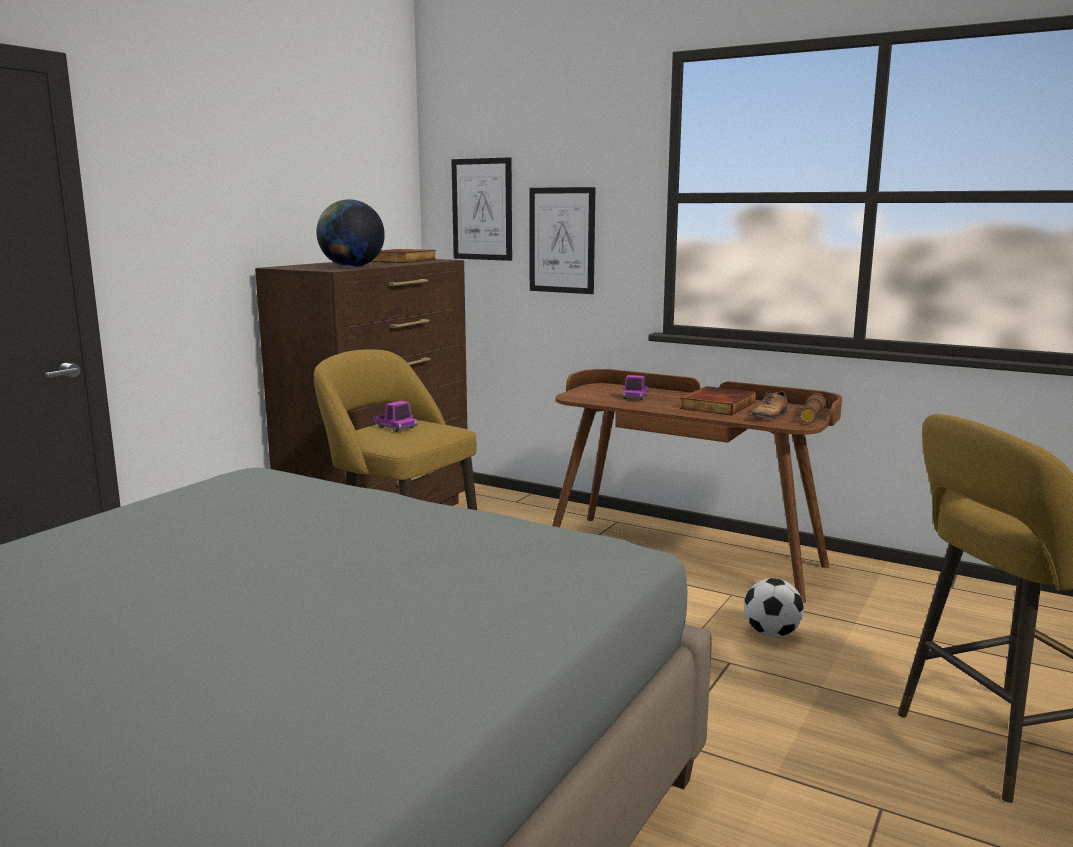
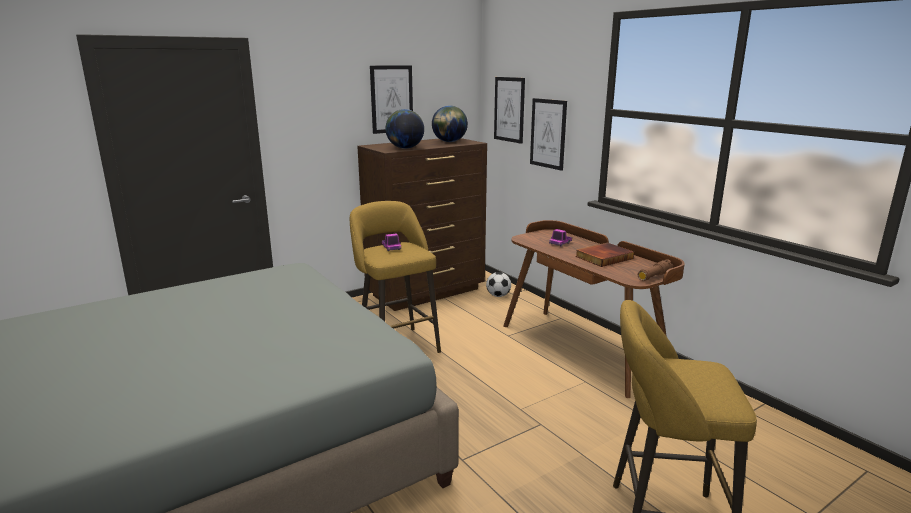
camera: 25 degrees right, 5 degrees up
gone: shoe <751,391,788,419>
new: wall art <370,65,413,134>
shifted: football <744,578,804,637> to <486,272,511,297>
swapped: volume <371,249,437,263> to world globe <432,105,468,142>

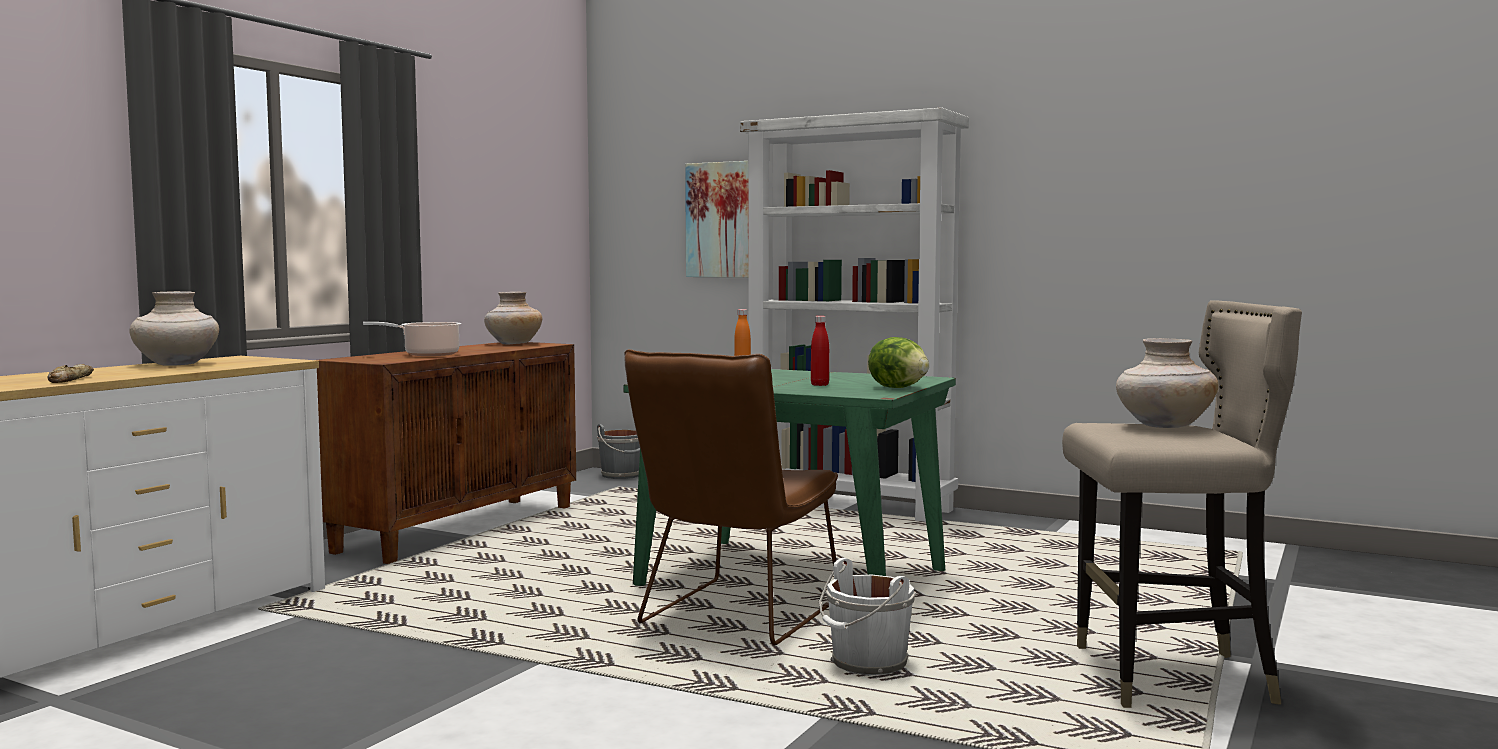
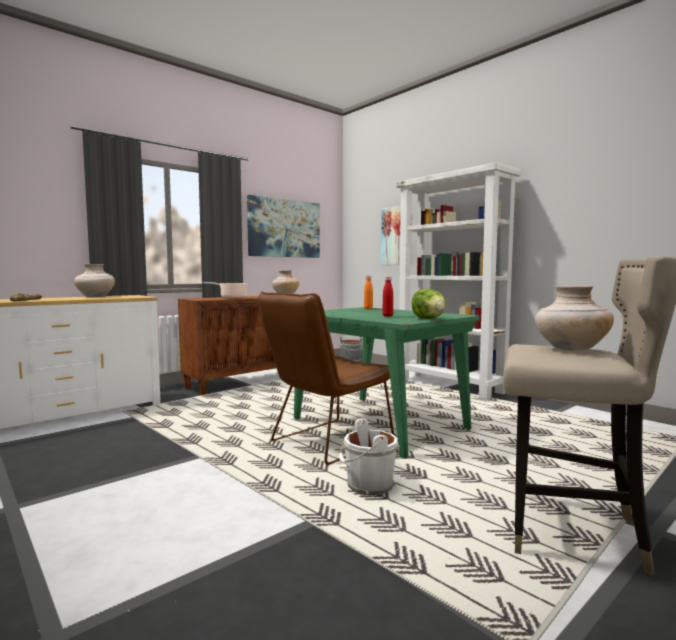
camera: 20 degrees right, 0 degrees up
new: wall art <247,195,320,258>

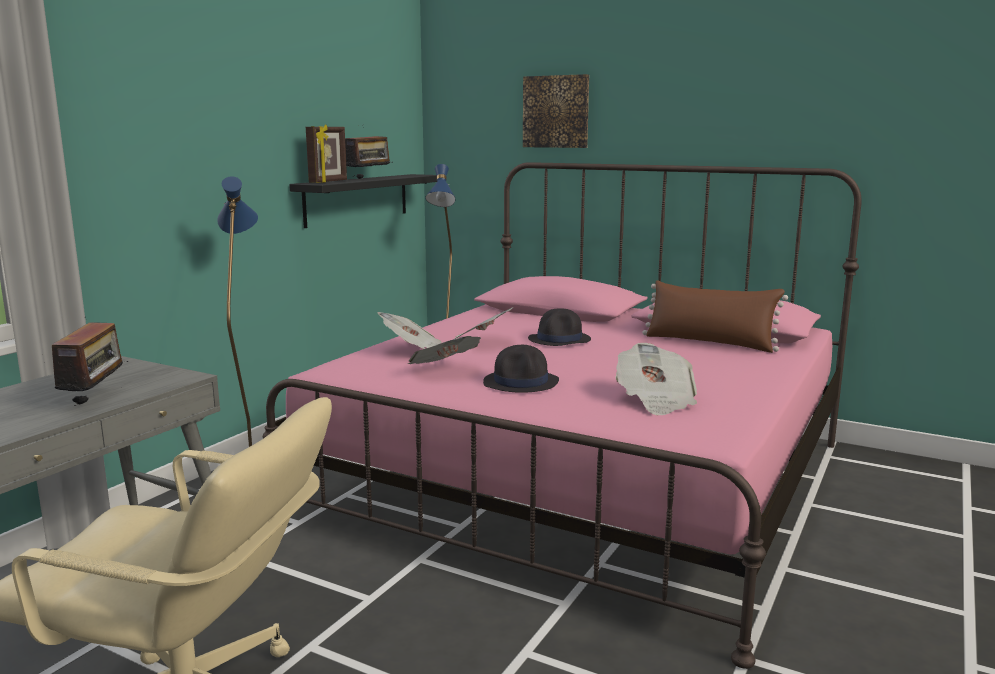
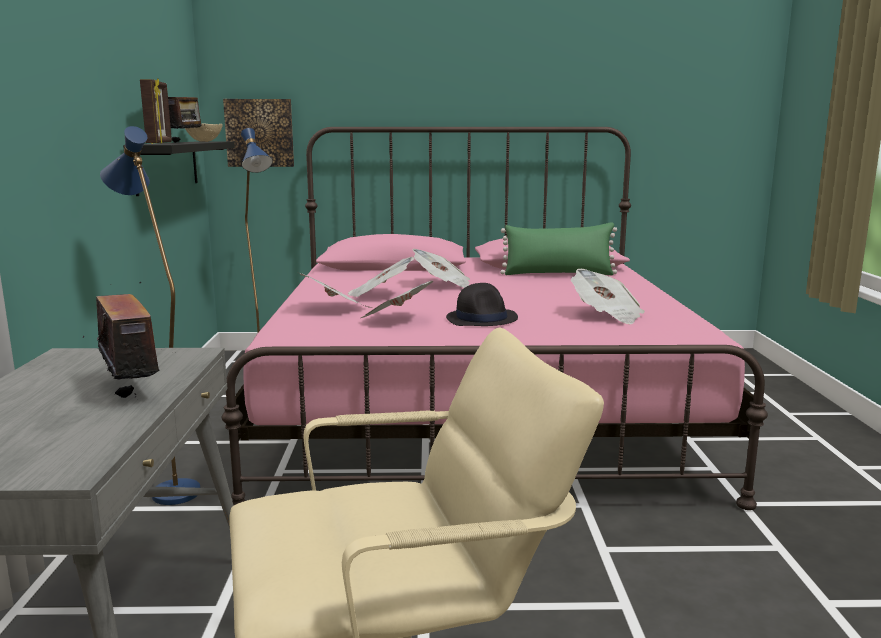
camera: 30 degrees left, 0 degrees up
new: beige-coloured bowl <185,124,223,142>
shifted: wall art <523,74,589,148> to <223,99,294,167>
swapped: black hat <528,308,591,346> to newspaper <412,249,470,288>
repainted: brownish throw pillow <642,280,788,353> to green throw pillow <500,222,617,275>

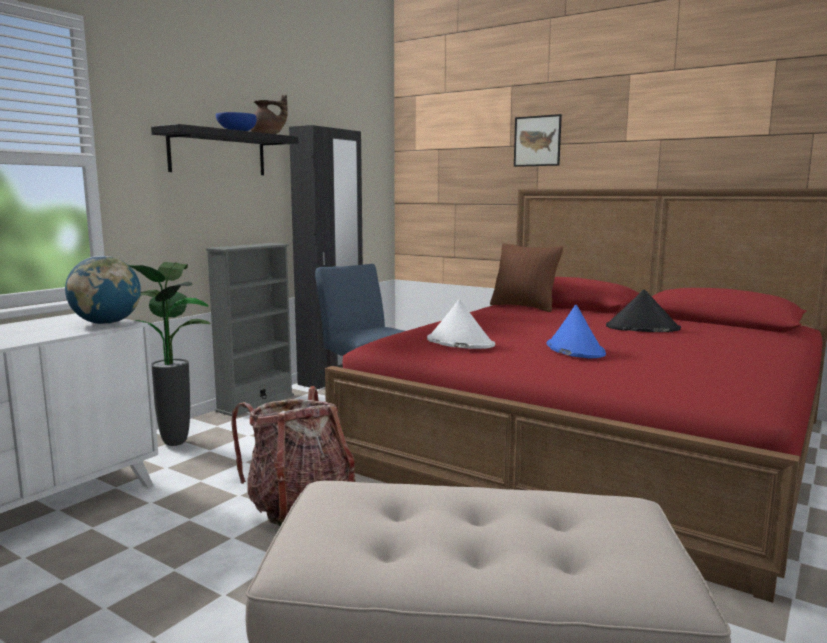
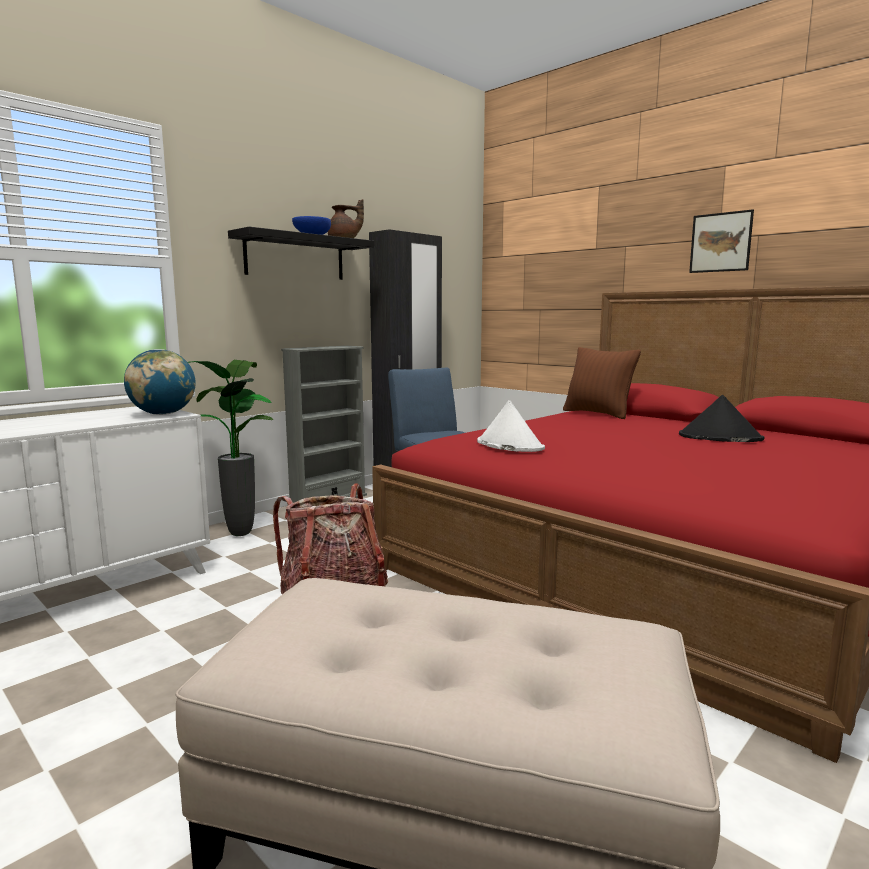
camera: 10 degrees right, 0 degrees up
gone: bluish hat <547,305,606,358>
shifted: wall art <514,114,562,167> to <689,209,754,273>

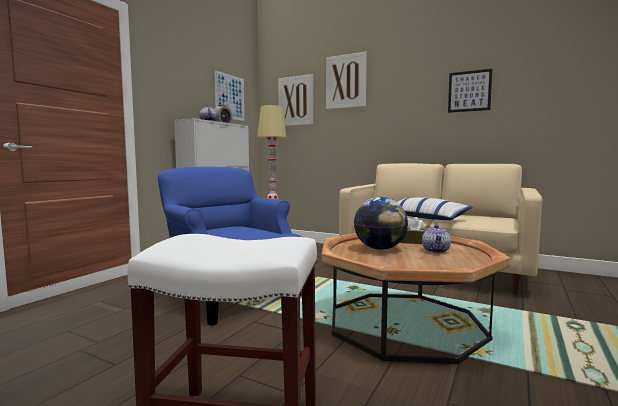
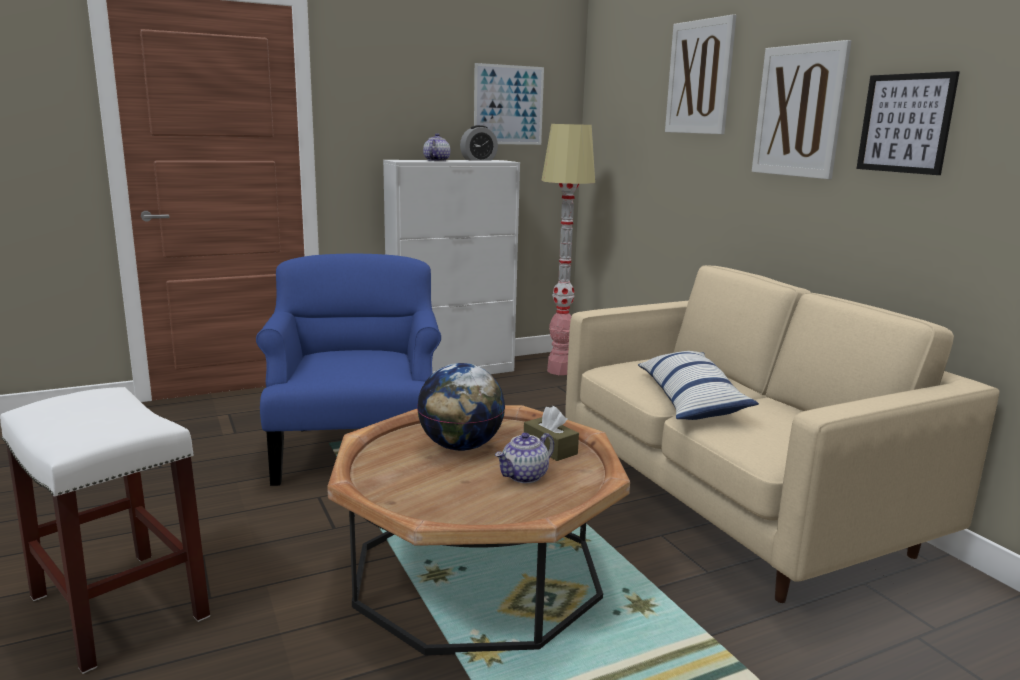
camera: 35 degrees right, 10 degrees up
shifted: wall art <278,74,313,126> to <752,40,851,179>

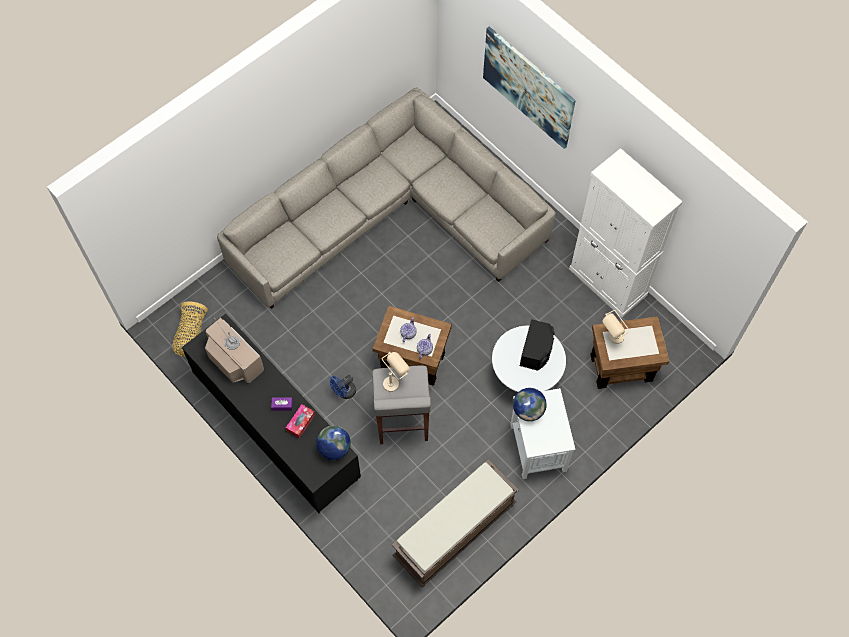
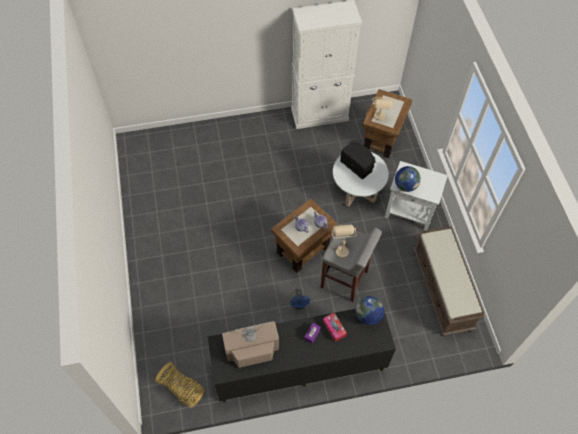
camera: 60 degrees left, 5 degrees down
gone: greyish couch <217,87,556,309>; wall art <483,26,576,149>

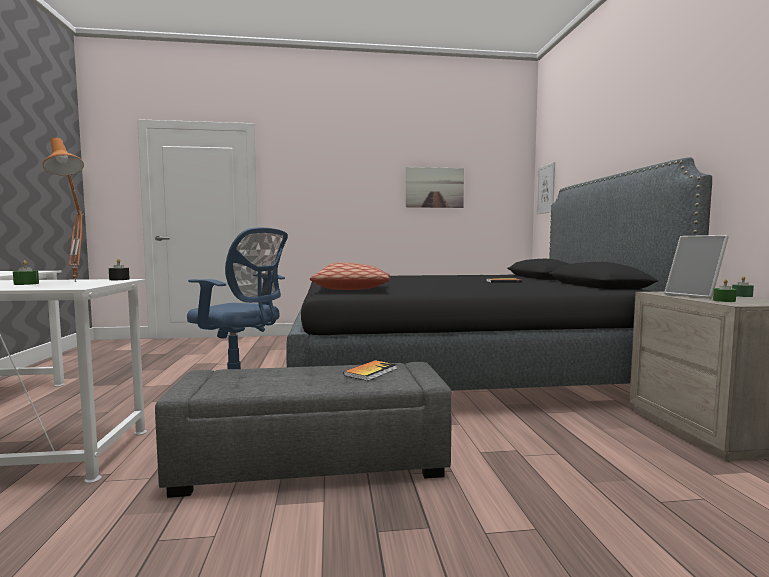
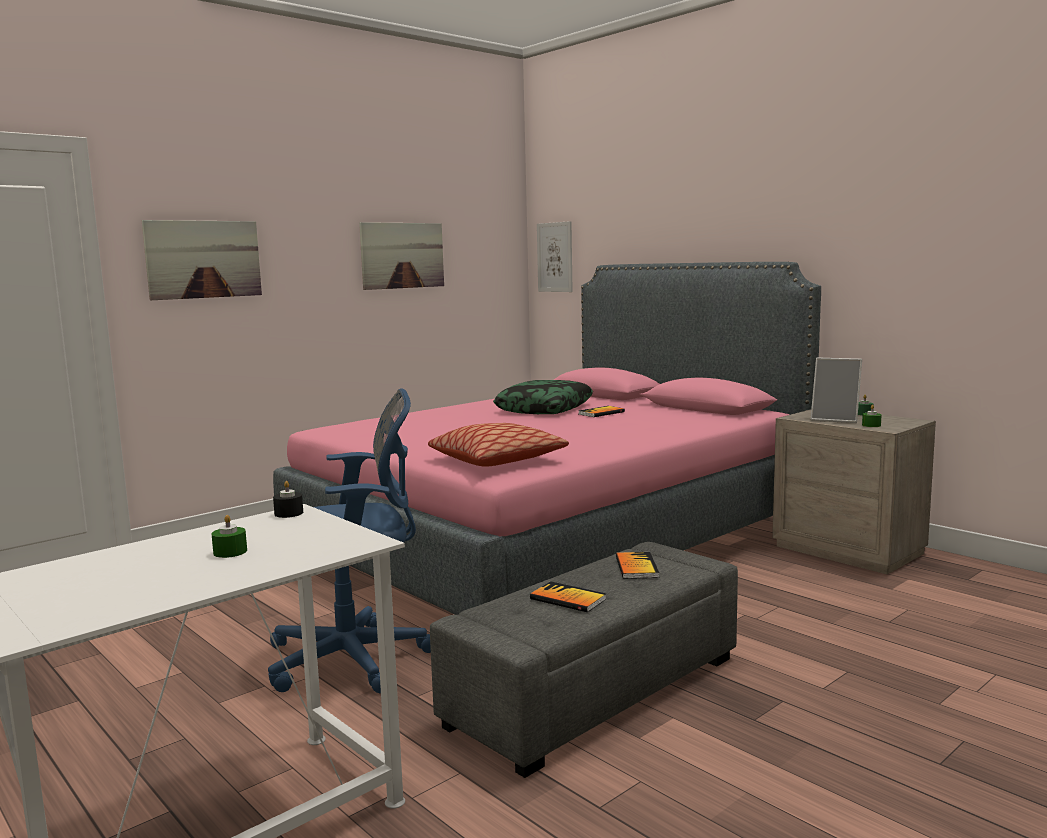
camera: 35 degrees left, 5 degrees up
gone: orange tabletop lamp <43,138,84,282>
new: wall art <142,220,262,300>; throw pillow <493,380,593,414>; volume <530,581,606,612>
repainted: black bedroom bed <286,157,712,391> to pink-coloured bedroom bed <273,262,821,615>

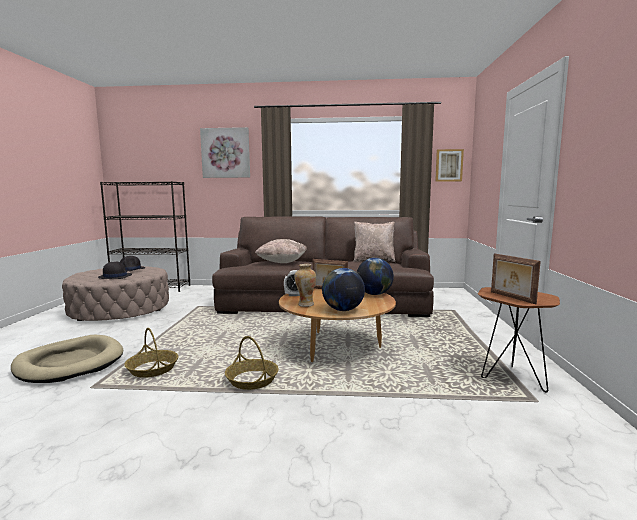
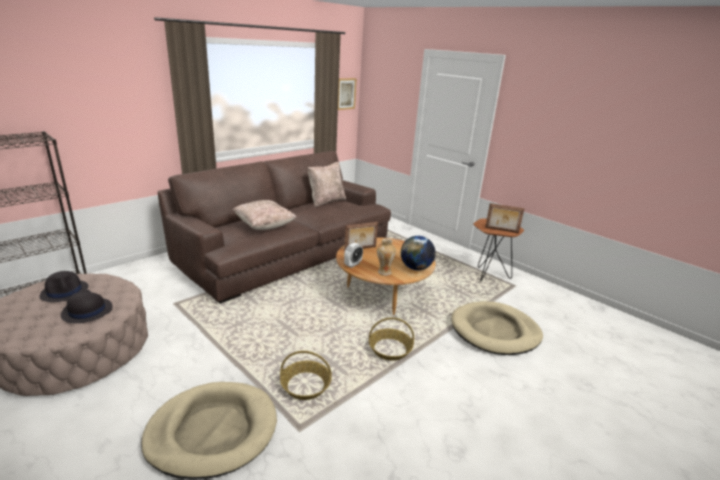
camera: 50 degrees left, 15 degrees up
gone: wall art <200,127,250,178>; world globe <357,258,394,295>
new: beige-coloured pet bed <451,301,543,355>

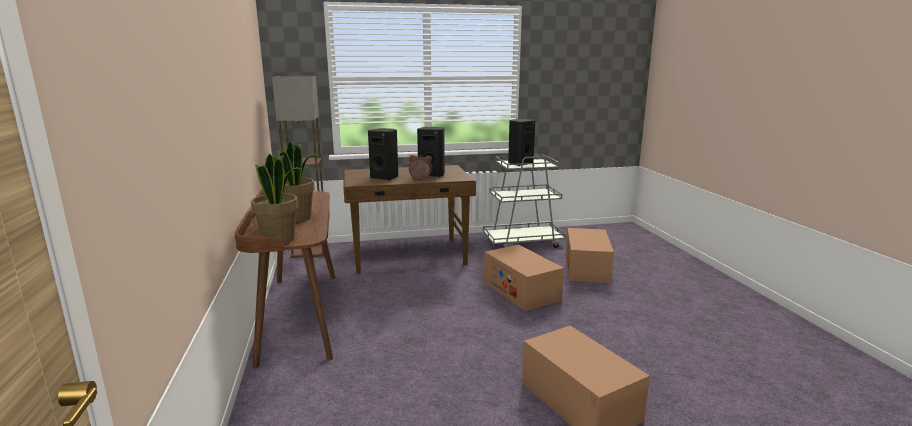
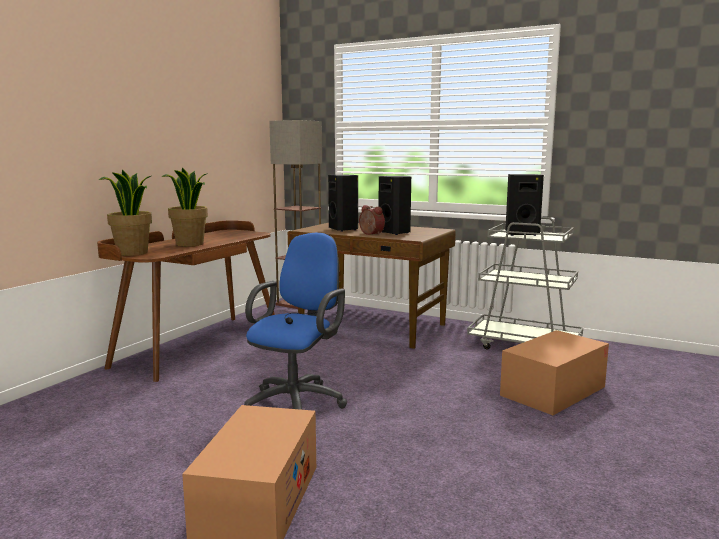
camera: 40 degrees right, 5 degrees down
gone: packing box <484,245,564,311>
new: bluish desk chair <244,233,347,410>

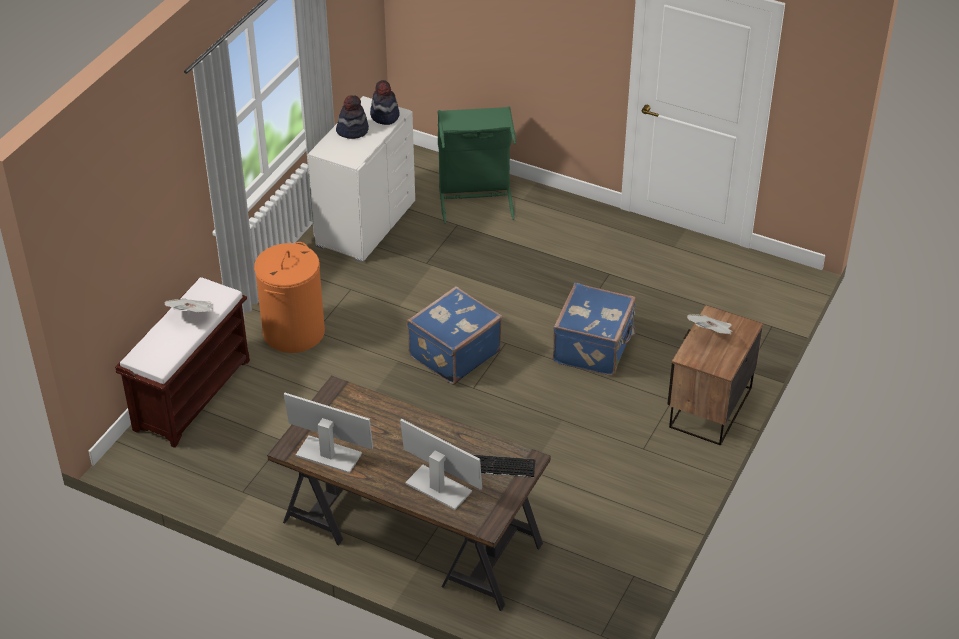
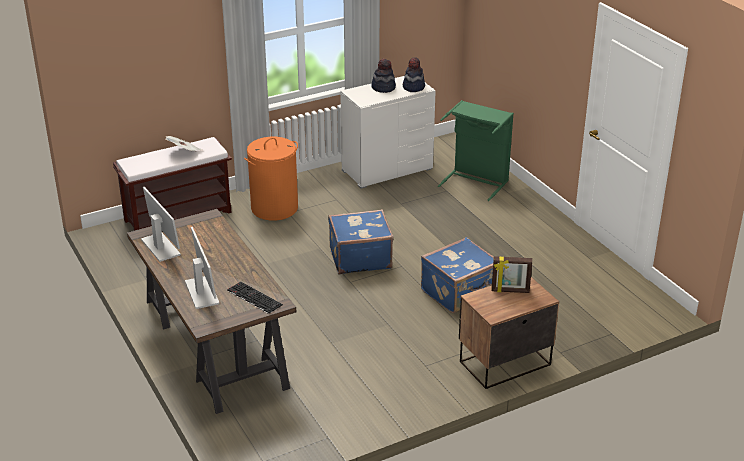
camera: 35 degrees right, 10 degrees down
swapped: newspaper <687,314,732,334> to standing frame <492,256,532,293>

